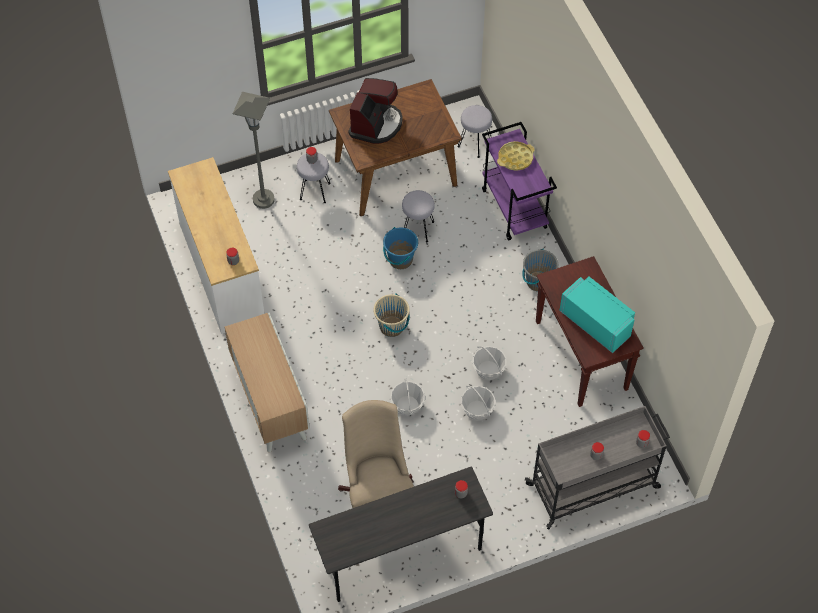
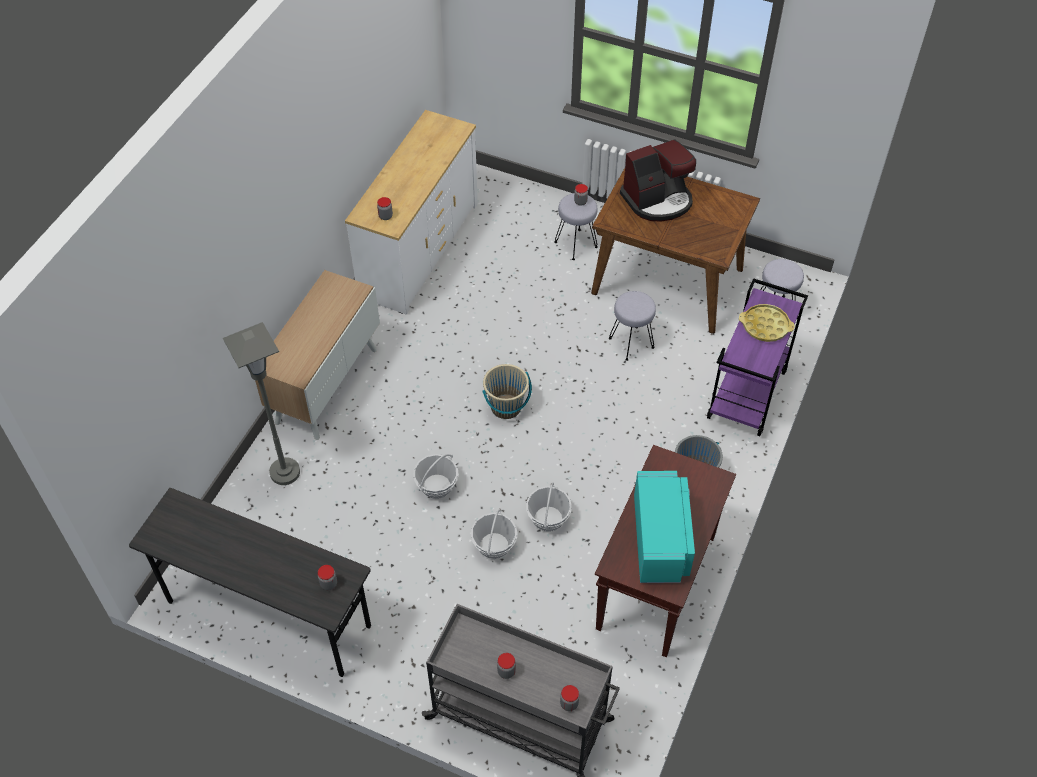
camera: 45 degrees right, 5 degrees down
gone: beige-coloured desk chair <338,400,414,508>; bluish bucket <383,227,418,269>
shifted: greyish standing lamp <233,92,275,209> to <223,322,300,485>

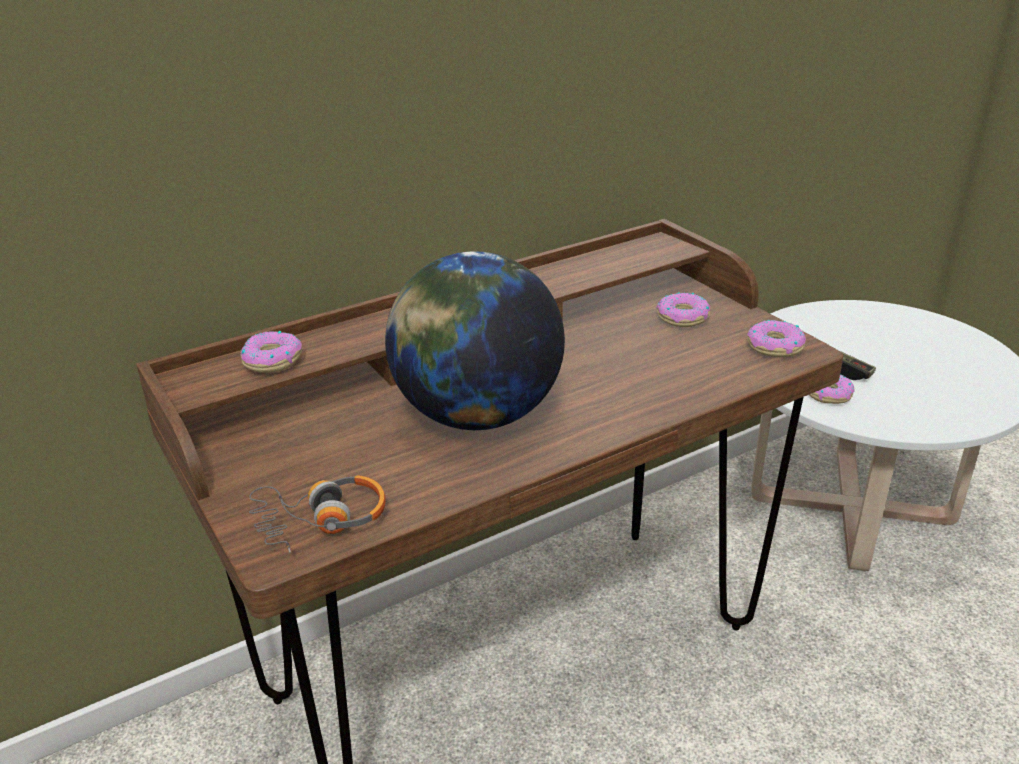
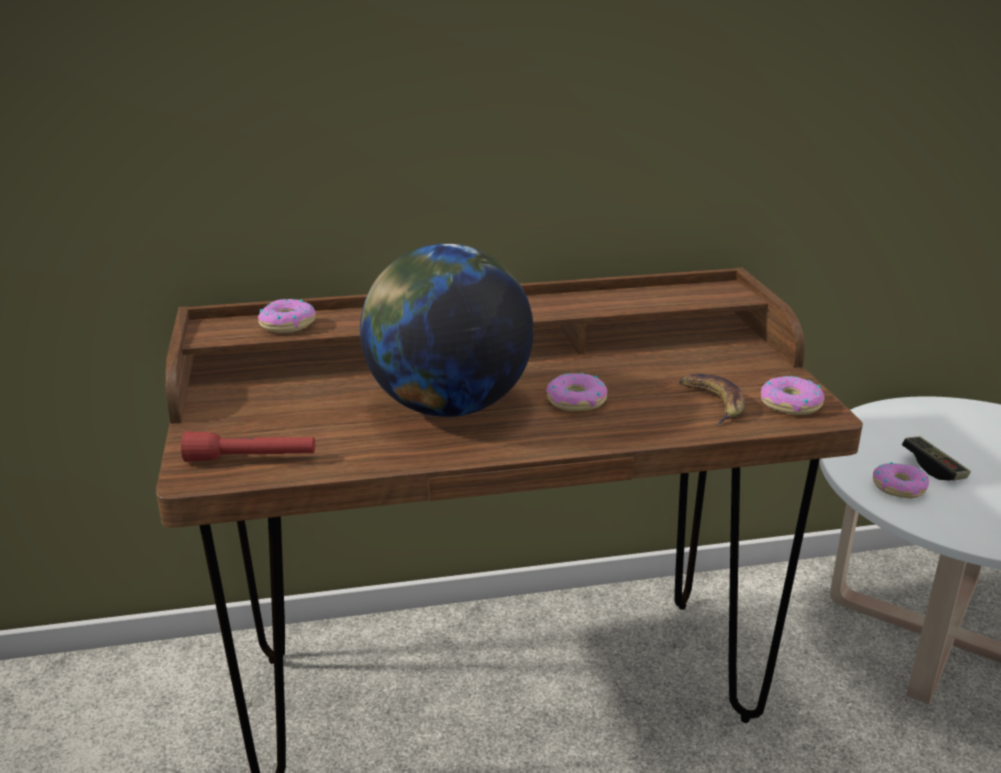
camera: 20 degrees right, 5 degrees down
new: whole banana <679,374,746,426>
shifted: donut <656,292,710,327> to <546,373,607,411>
swapped: pair of headphones <249,475,386,553> to reddish hand torch <181,431,315,462>

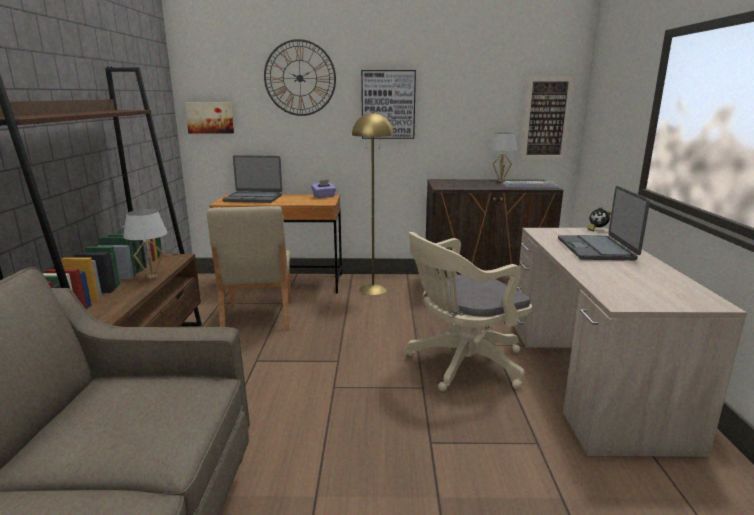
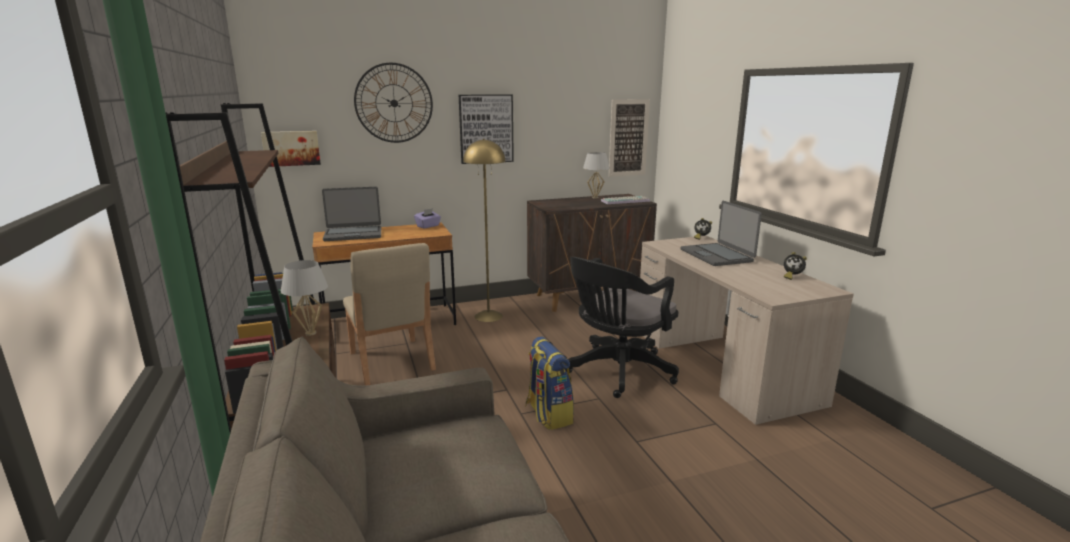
camera: 20 degrees left, 0 degrees up
new: backpack <525,336,574,430>; alarm clock <784,252,807,280>
repainted: beige-coloured desk chair <407,232,532,391> to black desk chair <565,257,679,398>

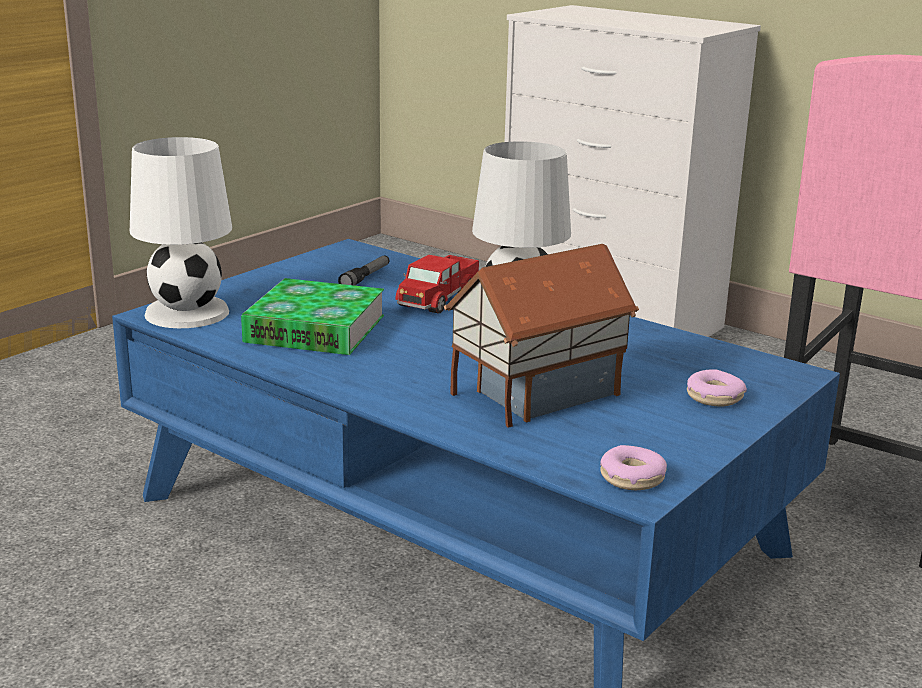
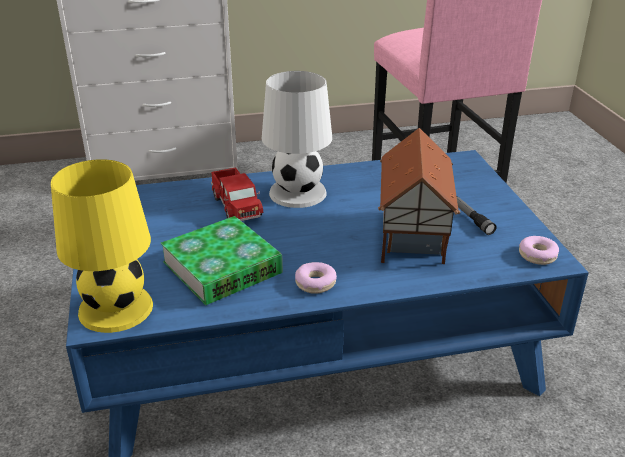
camera: 50 degrees left, 10 degrees up
shifted: hand torch <338,255,390,286> to <457,196,496,235>; donut <687,369,747,406> to <295,262,337,294>
repainted: white-coloured tabletop lamp <130,137,232,328> to yellowish tabletop lamp <51,159,153,333>

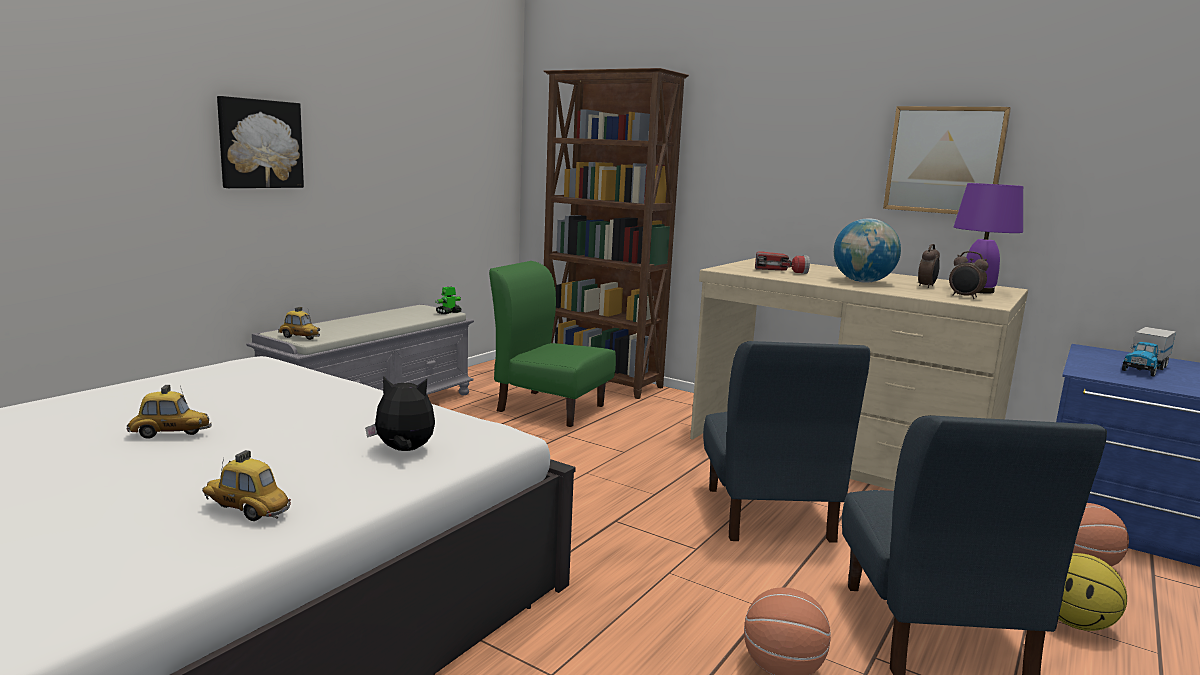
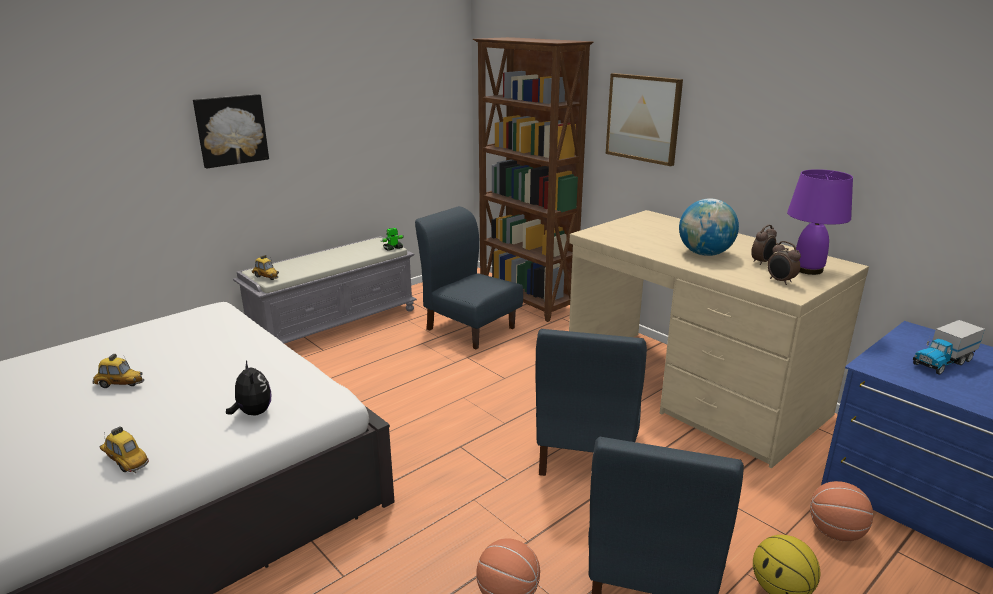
camera: 15 degrees right, 10 degrees up
gone: hand torch <755,251,810,274>
shifted: wall art <883,106,1011,214> to <606,73,683,166>
repainted: green chair <489,261,616,427> to bluish chair <415,206,523,349>
rotated: cuddly toy <365,376,435,451> = <226,360,271,415> 45 degrees clockwise

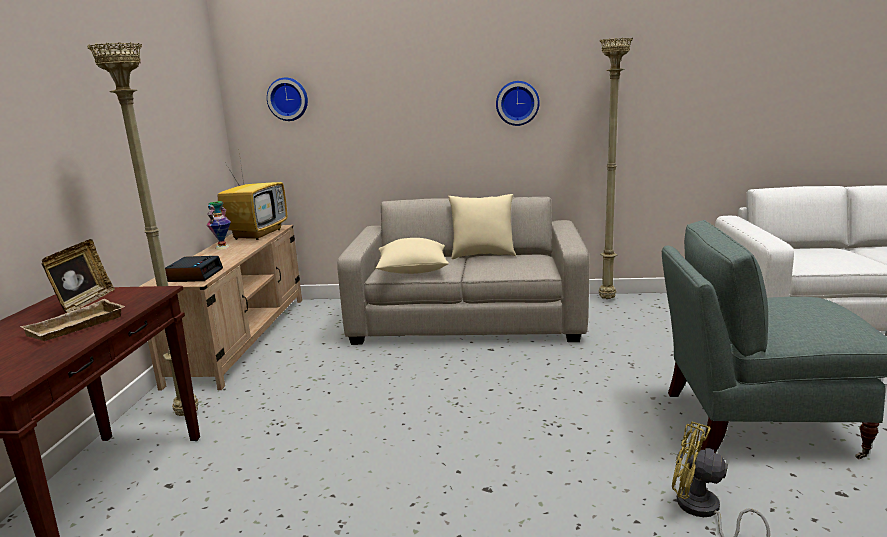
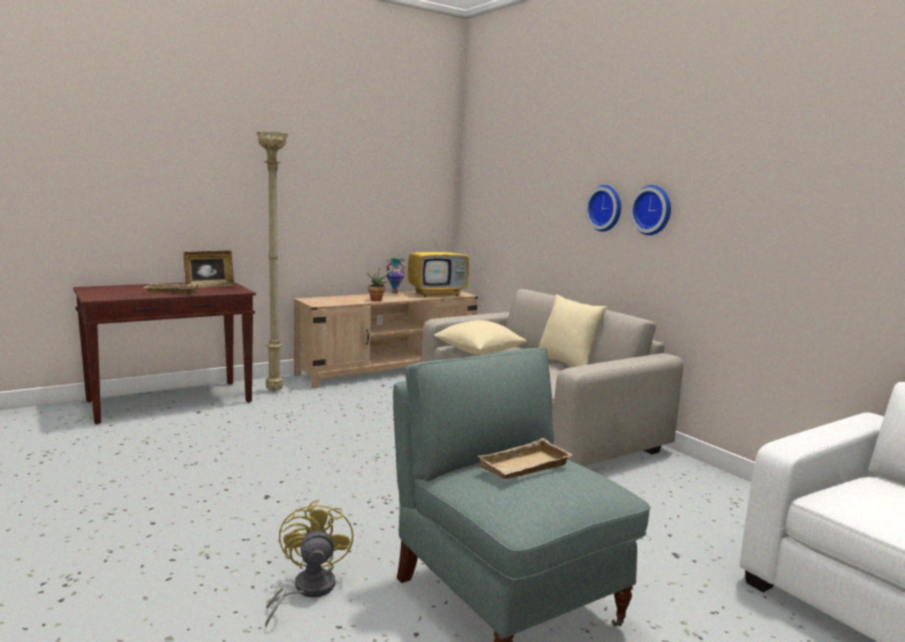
camera: 50 degrees right, 5 degrees down
gone: alarm clock <165,256,223,282>; beige-coloured standing lamp <599,38,633,299>
new: houseplant <366,268,395,301>; beige-coloured carrying tray <478,438,573,479>
shifted: clock on the wall <267,77,308,121> to <585,185,621,232>

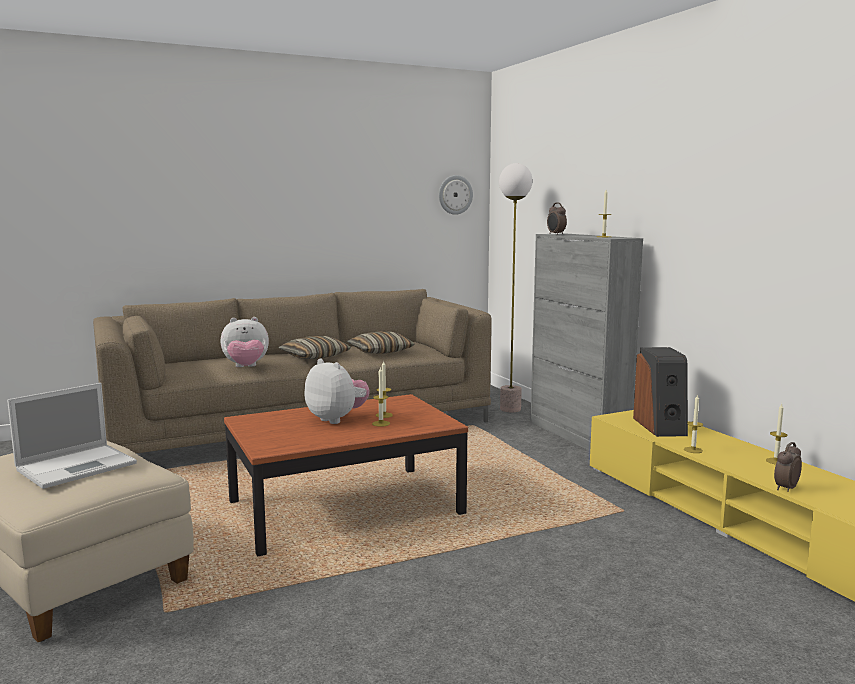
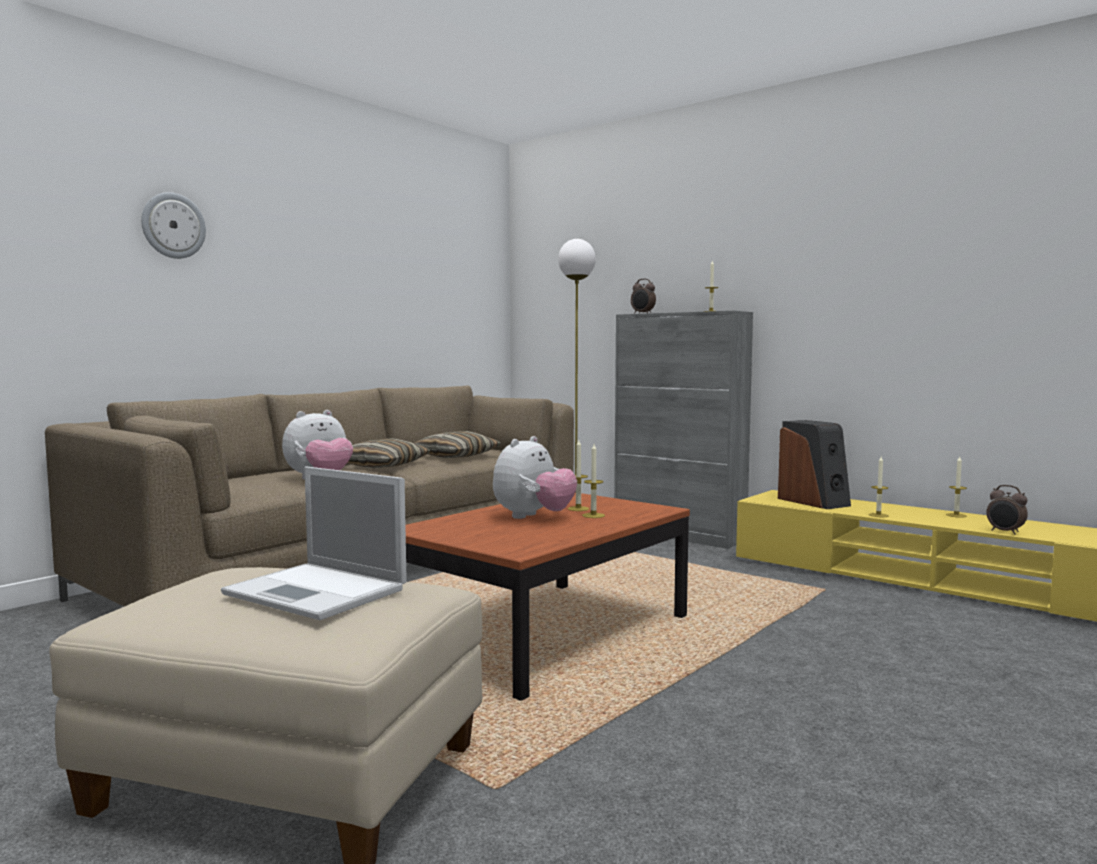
camera: 25 degrees left, 5 degrees down
shifted: clock on the wall <439,175,473,215> to <141,192,206,259>
rotated: notebook computer <7,383,137,489> = <221,466,407,620> 105 degrees clockwise; cuddly toy <304,359,370,424> = <493,436,577,519> 105 degrees clockwise; alarm clock <774,442,802,492> = <987,485,1028,535> 60 degrees counterclockwise

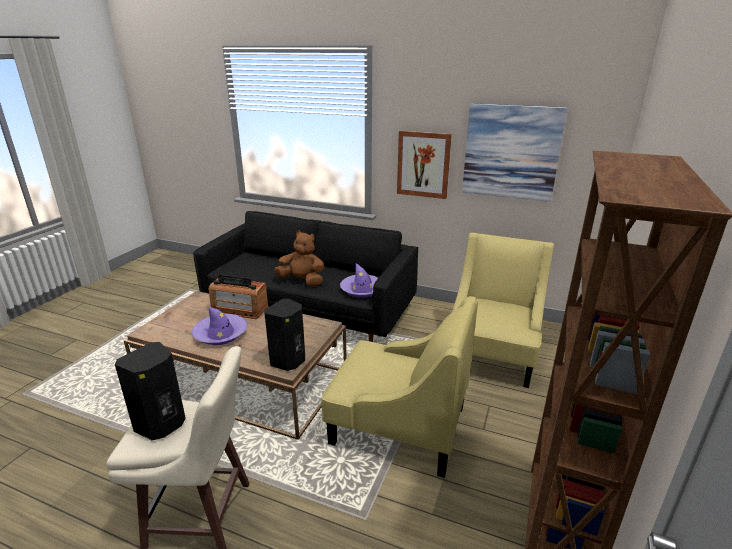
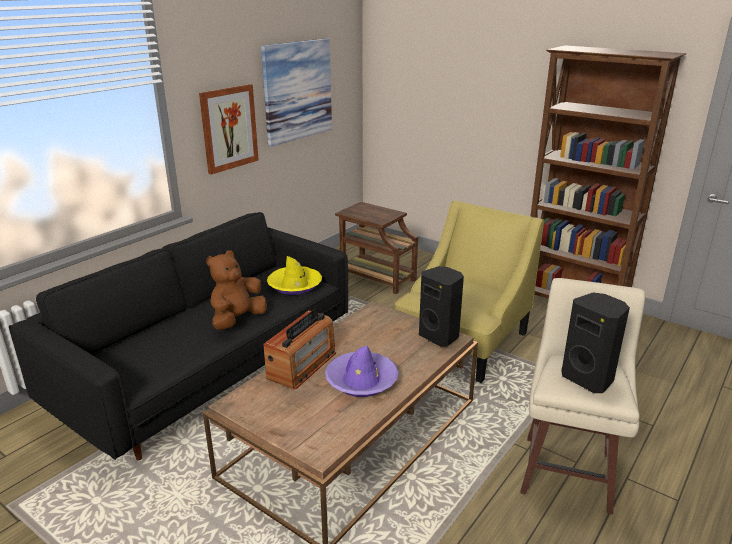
camera: 75 degrees left, 0 degrees up
swapped: yellowish lounge chair <452,233,554,388> to brownish accent table <335,202,418,294>
repainted: purplish hat <340,263,378,298> to yellowish hat <267,256,322,295>

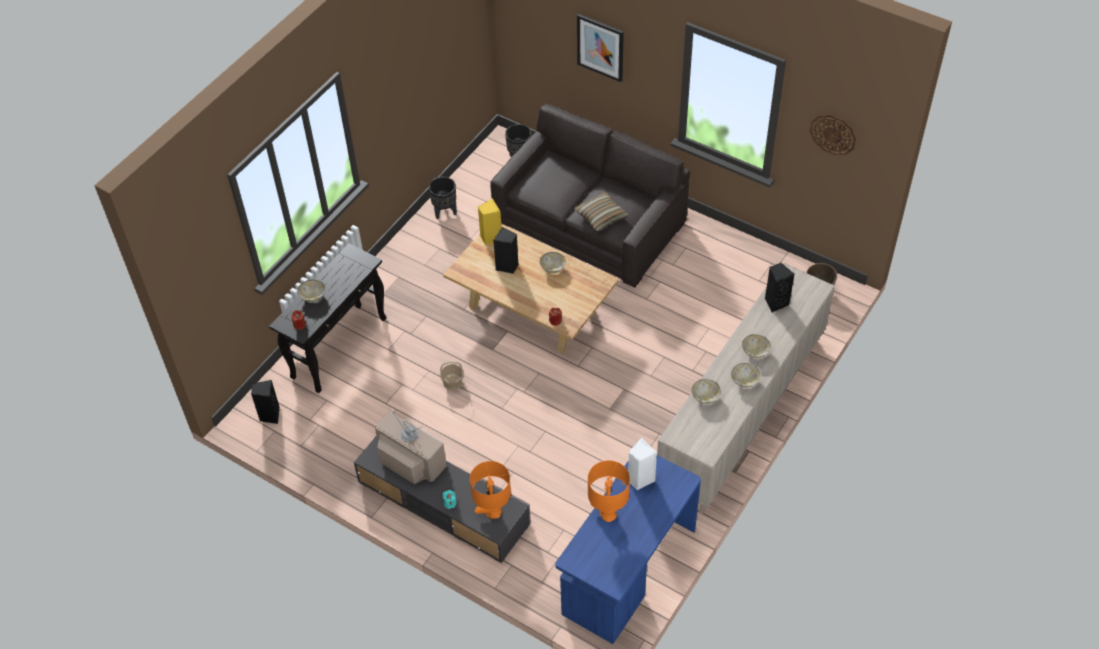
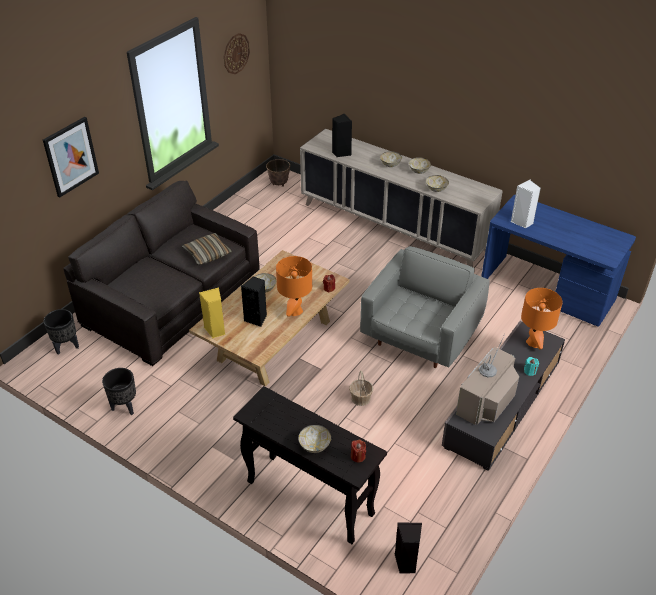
camera: 90 degrees left, 10 degrees down
new: greyish lounge chair <360,246,490,368>
shifted: orange tabletop lamp <588,460,630,522> to <276,256,312,317>

